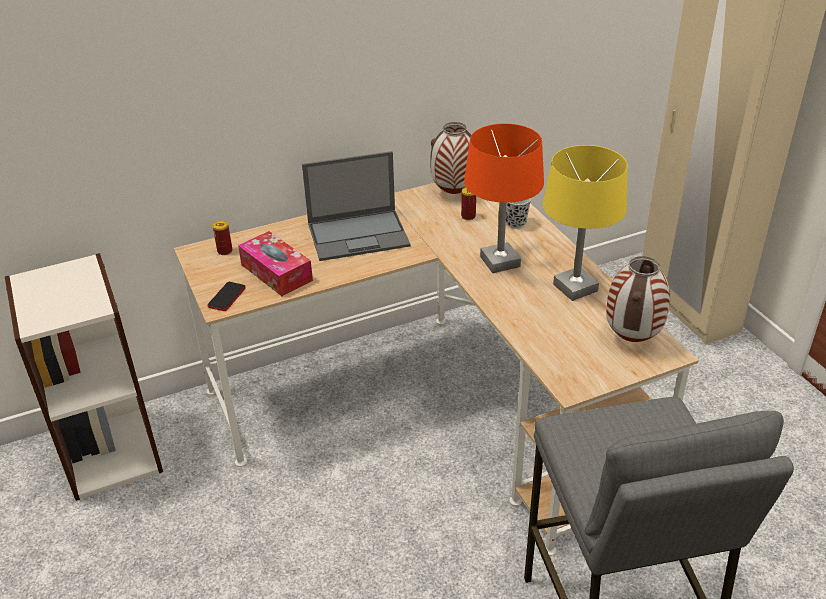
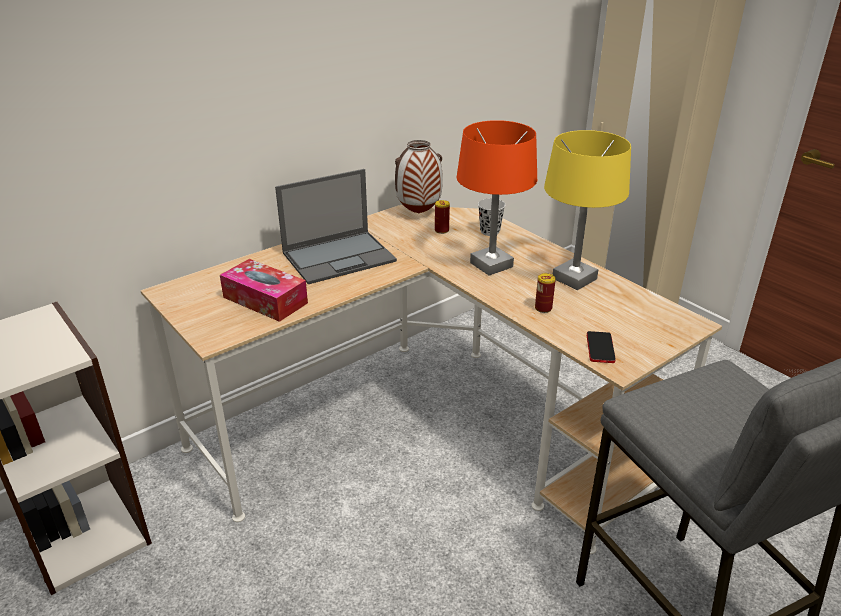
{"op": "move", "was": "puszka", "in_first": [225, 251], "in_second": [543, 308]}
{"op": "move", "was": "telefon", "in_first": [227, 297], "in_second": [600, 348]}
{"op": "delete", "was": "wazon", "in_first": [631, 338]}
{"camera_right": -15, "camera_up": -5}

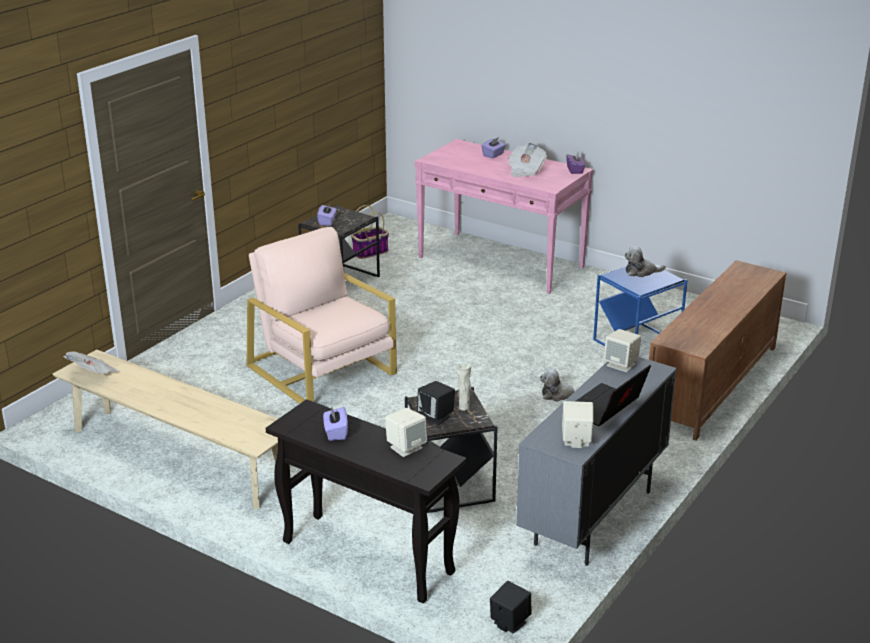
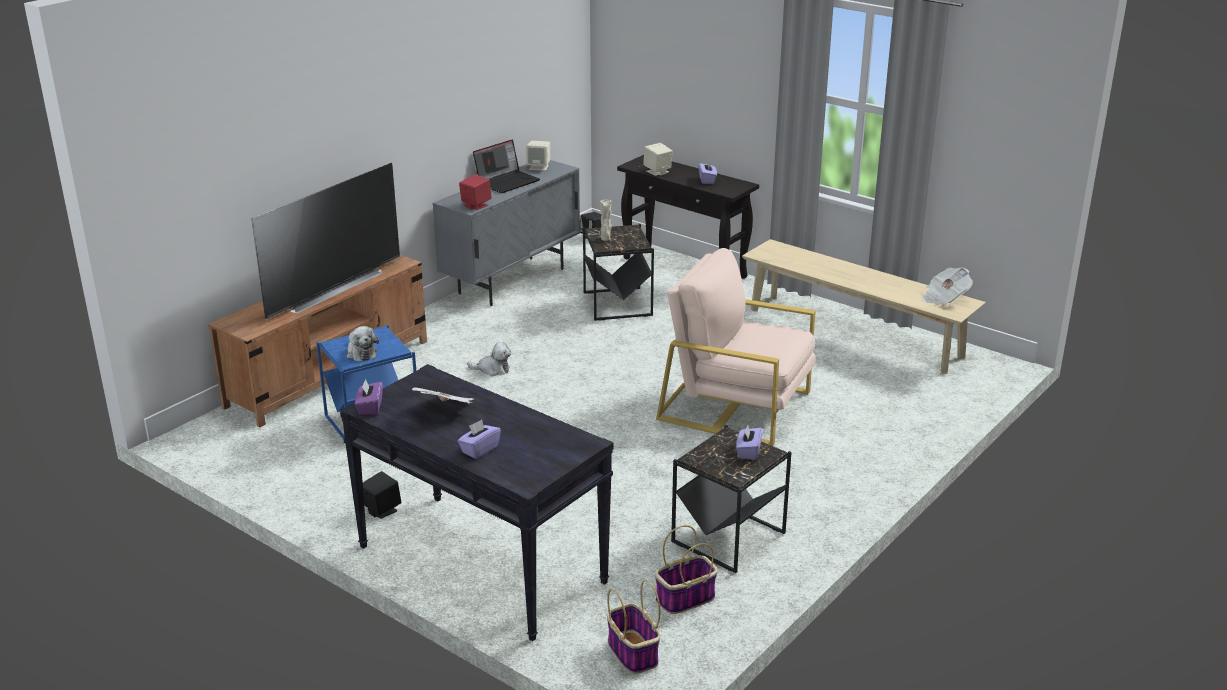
{"op": "insert", "now": "telewizor", "in_second": [331, 288]}
{"op": "recolor", "was": "stolik konsolowy/różowy", "now": "stolik konsolowy/czarny", "in_first": [501, 262], "in_second": [480, 564]}
{"op": "rotate", "was": "pluszak", "in_first": [641, 272], "in_second": [361, 353], "clockwise": 60}
{"op": "move", "was": "głośnik/czarny", "in_first": [436, 417], "in_second": [381, 510]}
{"op": "recolor", "was": "głośnik/beżowy", "now": "głośnik/czerwony", "in_first": [621, 365], "in_second": [475, 205]}
{"op": "insert", "now": "koszyk", "in_second": [632, 652]}
{"op": "rotate", "was": "fotel/beżowy", "in_first": [322, 370], "in_second": [736, 405], "clockwise": 150}
{"camera_right": -175, "camera_up": 0}

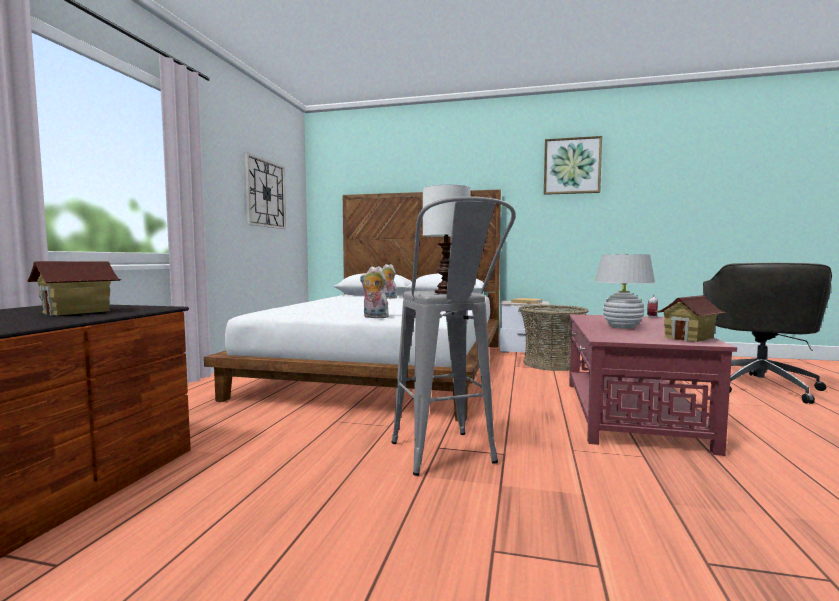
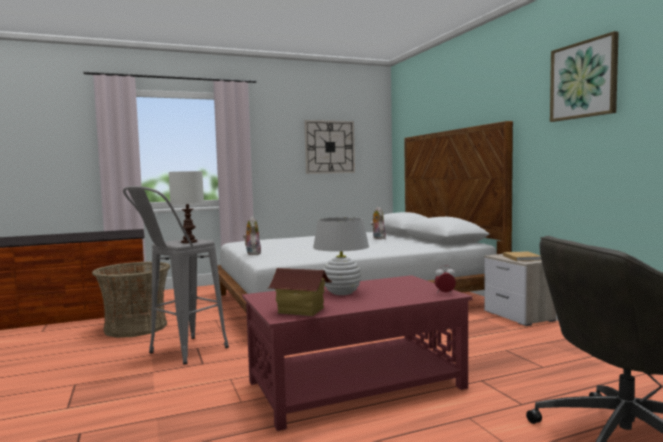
{"op": "move", "was": "koszyk", "in_first": [551, 364], "in_second": [136, 327]}
{"op": "delete", "was": "domek", "in_first": [77, 312]}
{"camera_right": 55, "camera_up": 0}

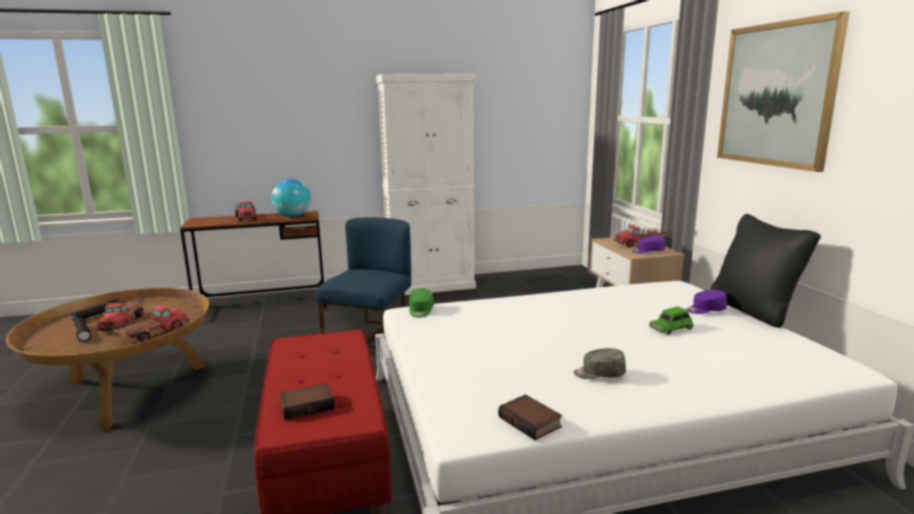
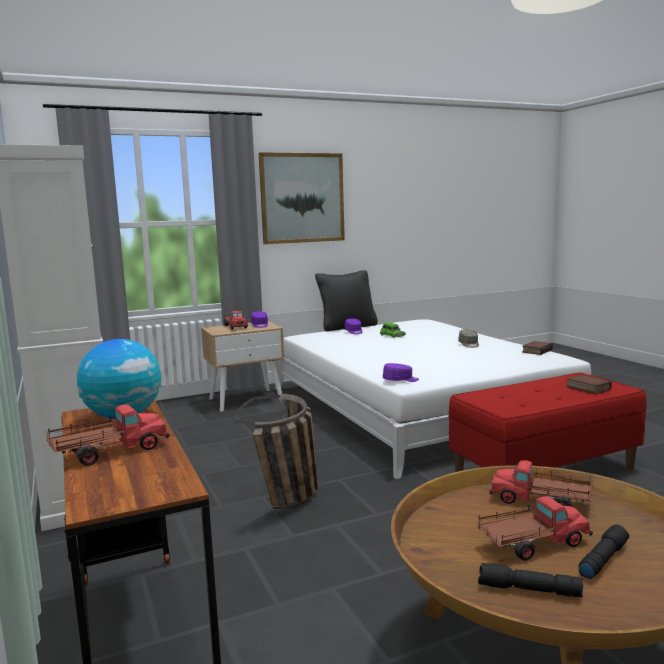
{"op": "replace", "was": "krzesło/niebieski", "now": "koszyk", "in_first": [371, 337], "in_second": [288, 501]}
{"op": "recolor", "was": "czapka z daszkiem/zielony", "now": "czapka z daszkiem/fioletowy", "in_first": [420, 310], "in_second": [400, 380]}
{"camera_right": -100, "camera_up": -5}

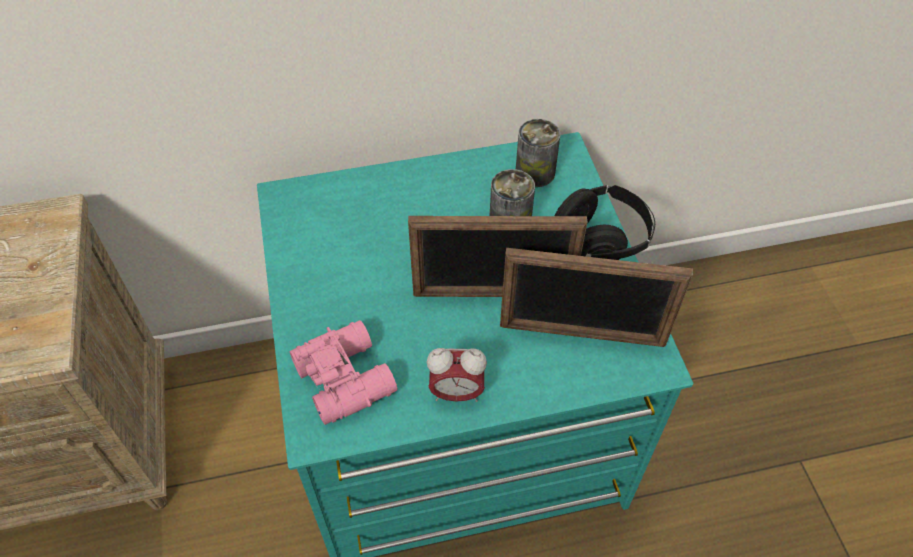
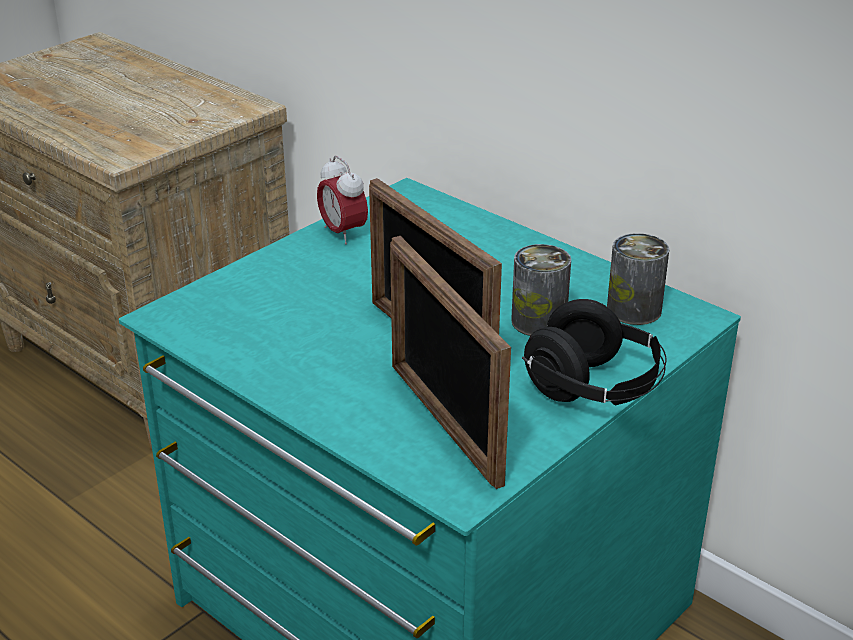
{"op": "move", "was": "budzik", "in_first": [456, 393], "in_second": [343, 233]}
{"op": "delete", "was": "lornetka/różowy", "in_first": [346, 376]}
{"camera_right": 55, "camera_up": -20}

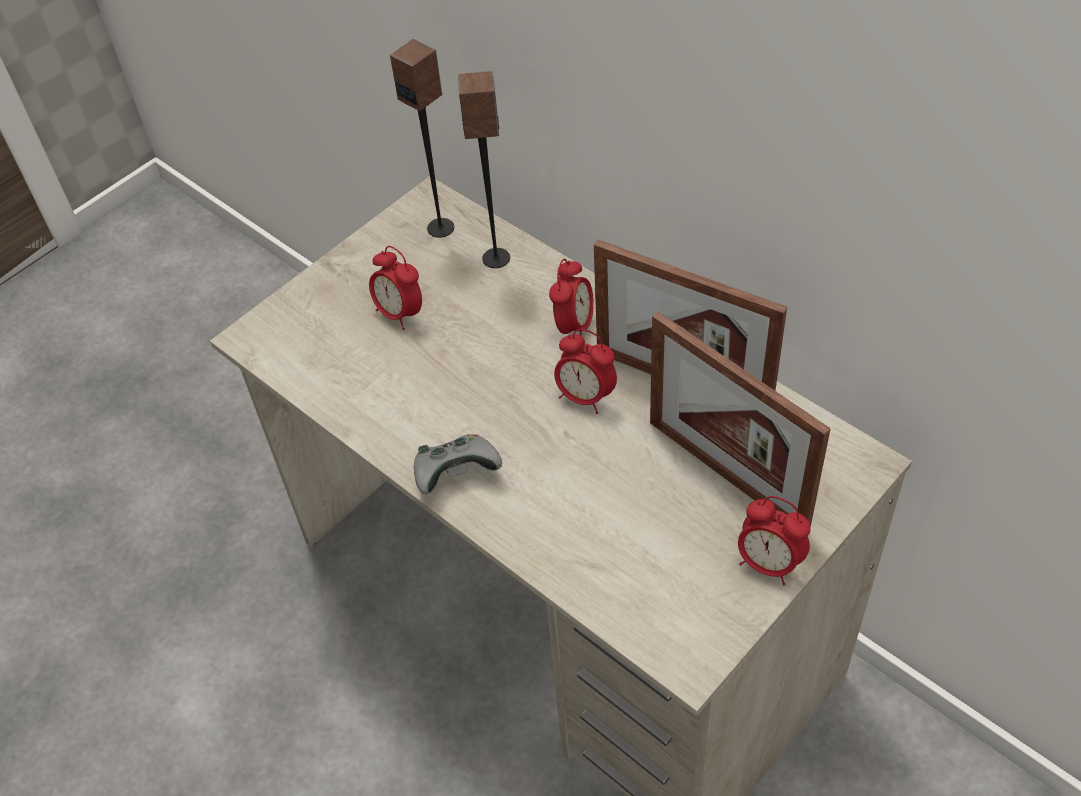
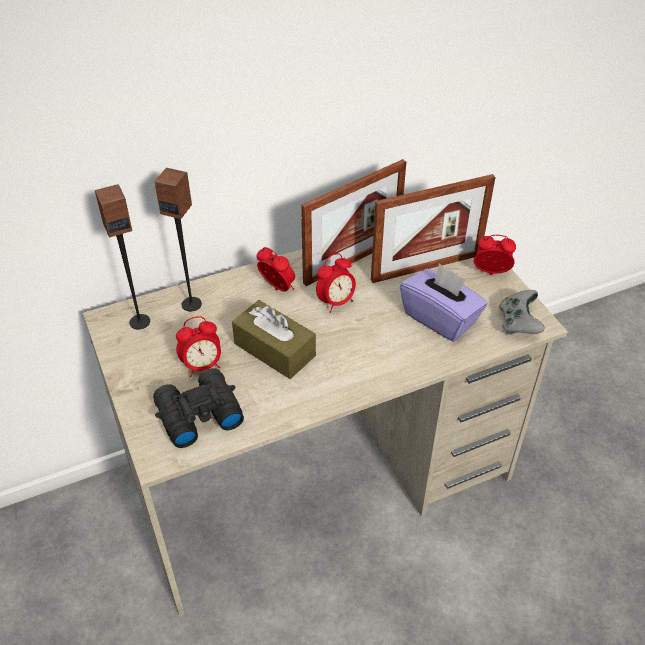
{"op": "insert", "now": "lornetka/czarny", "in_second": [197, 414]}
{"op": "insert", "now": "pudełko chusteczek/brązowy", "in_second": [274, 349]}
{"op": "insert", "now": "pudełko chusteczek/fioletowy", "in_second": [440, 318]}
{"op": "rotate", "was": "budzik", "in_first": [768, 563], "in_second": [491, 273], "clockwise": -135}
{"op": "move", "was": "pad do gier/szary", "in_first": [456, 474], "in_second": [518, 323]}
{"camera_right": -70, "camera_up": -5}

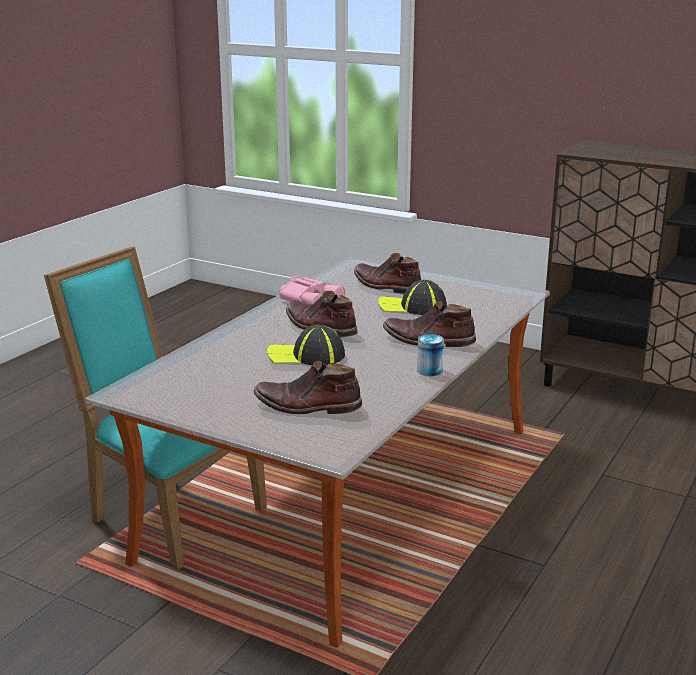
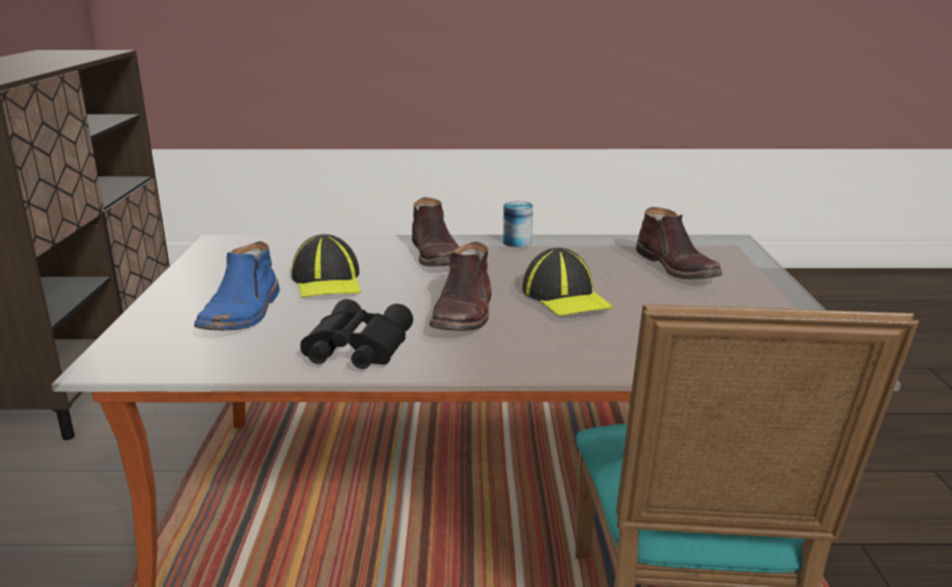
{"op": "recolor", "was": "but z cholewką/brązowy", "now": "but z cholewką/niebieski", "in_first": [386, 286], "in_second": [242, 313]}
{"op": "recolor", "was": "lornetka/różowy", "now": "lornetka/czarny", "in_first": [310, 299], "in_second": [355, 348]}
{"camera_right": -120, "camera_up": 0}

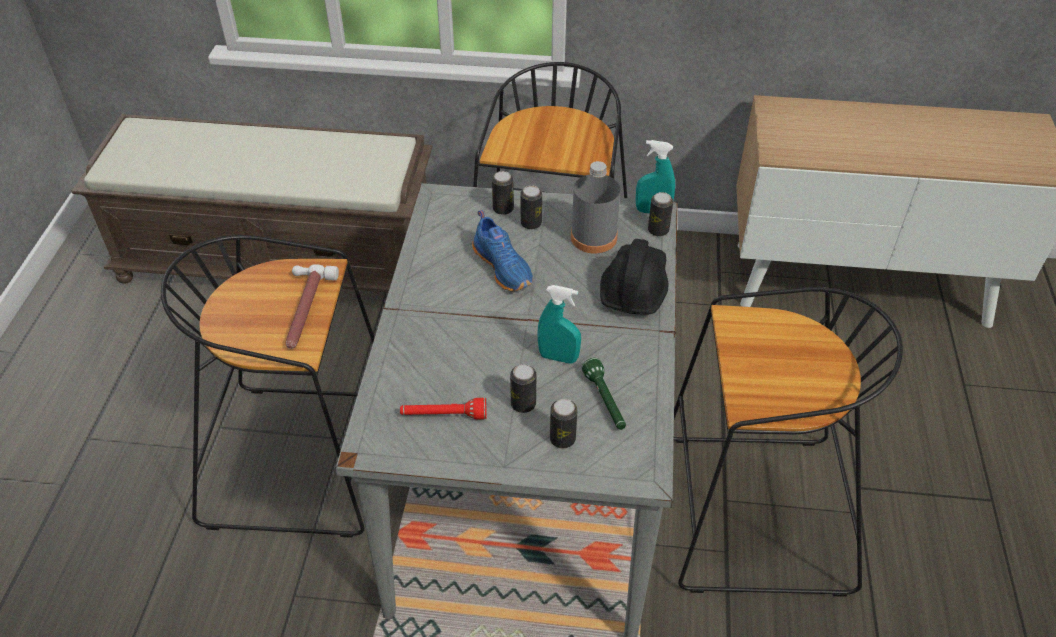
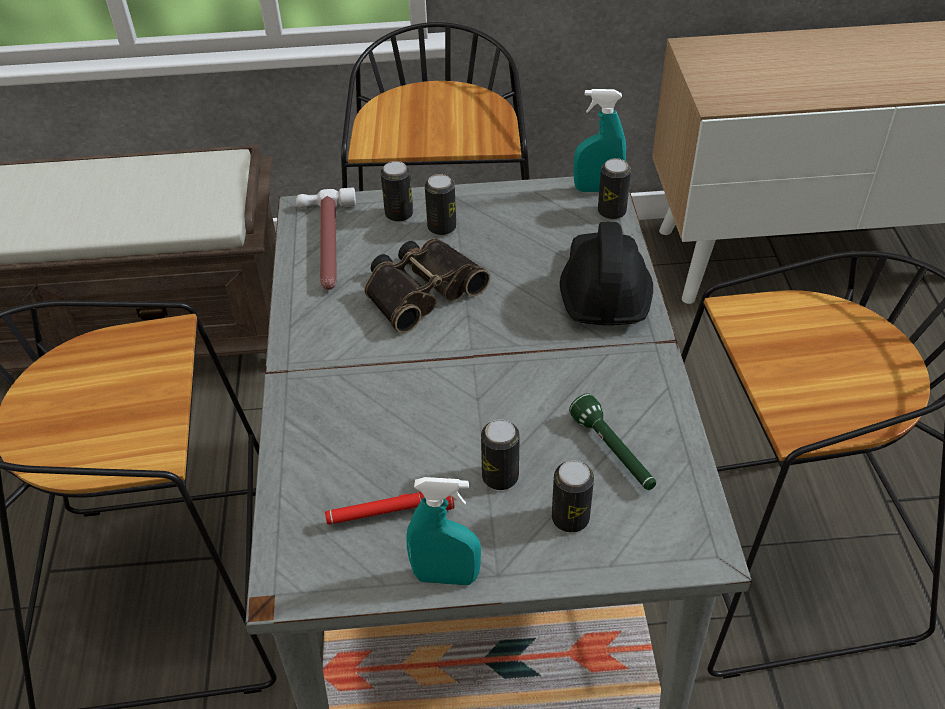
{"op": "move", "was": "młotek", "in_first": [303, 310], "in_second": [326, 245]}
{"op": "replace", "was": "but/niebieski", "now": "lornetka", "in_first": [504, 267], "in_second": [421, 290]}
{"op": "move", "was": "spryskiwacz/turkusowy", "in_first": [558, 357], "in_second": [446, 576]}
{"op": "delete", "was": "butelka/szary", "in_first": [593, 237]}
{"camera_right": -10, "camera_up": 0}

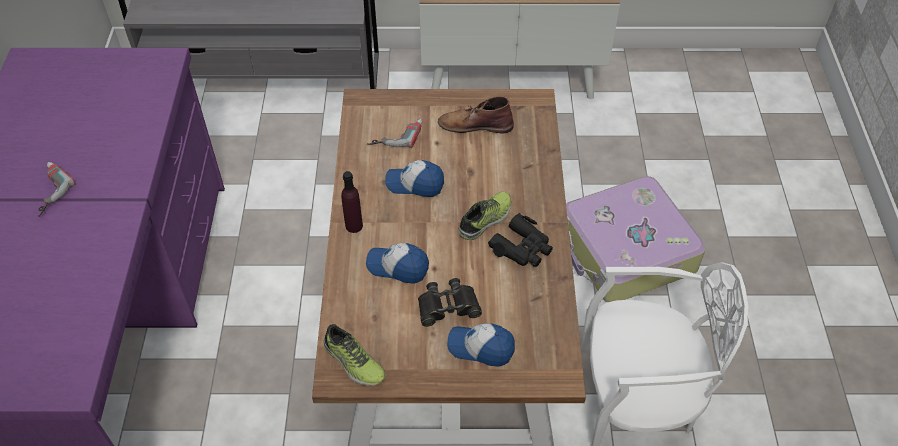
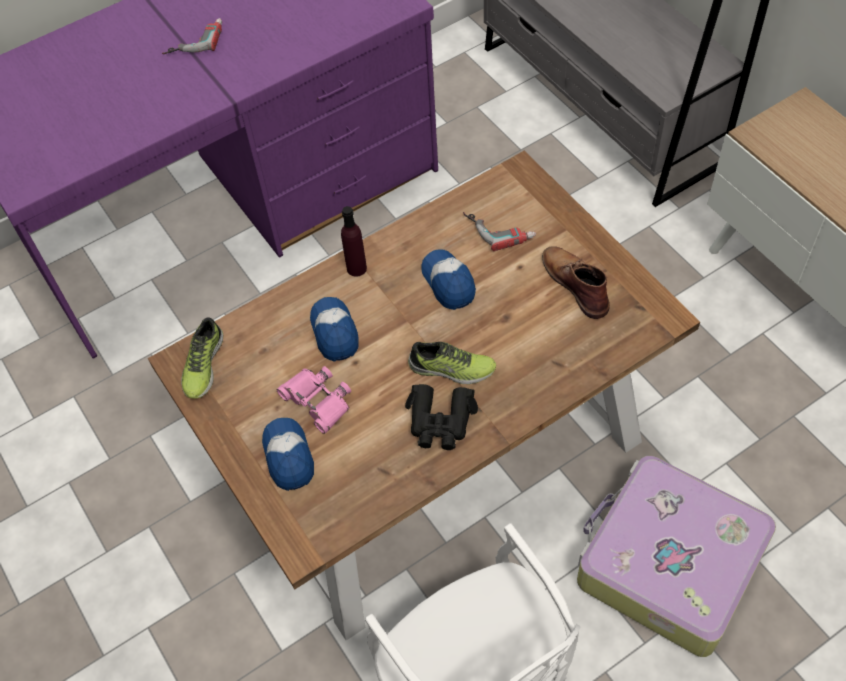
{"op": "recolor", "was": "lornetka/czarny", "now": "lornetka/różowy", "in_first": [448, 306], "in_second": [317, 401]}
{"camera_right": 60, "camera_up": 5}

